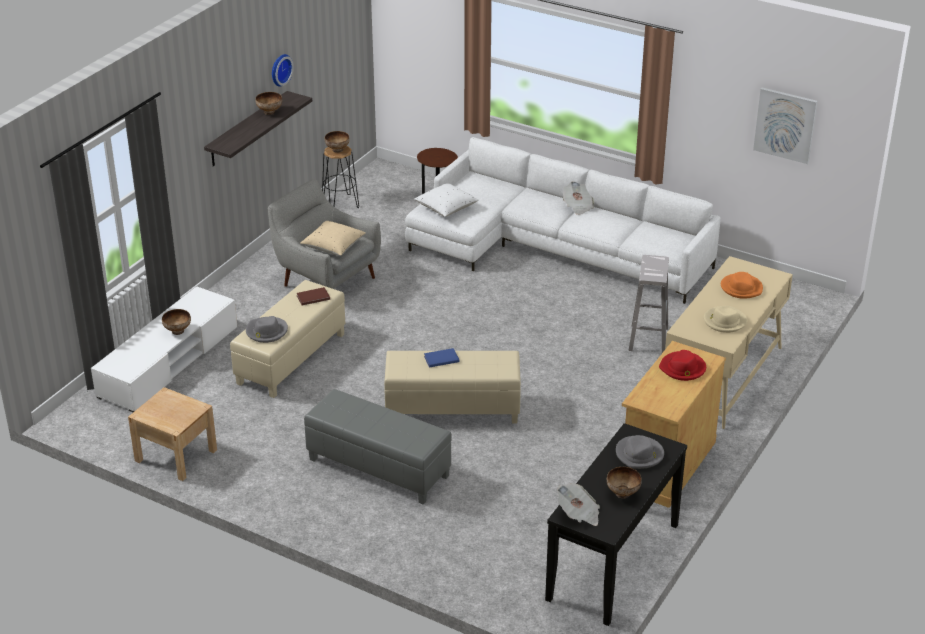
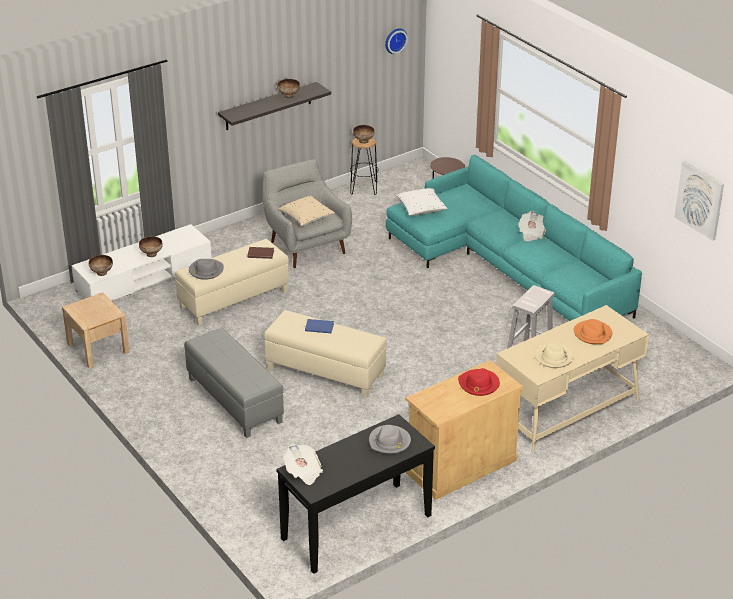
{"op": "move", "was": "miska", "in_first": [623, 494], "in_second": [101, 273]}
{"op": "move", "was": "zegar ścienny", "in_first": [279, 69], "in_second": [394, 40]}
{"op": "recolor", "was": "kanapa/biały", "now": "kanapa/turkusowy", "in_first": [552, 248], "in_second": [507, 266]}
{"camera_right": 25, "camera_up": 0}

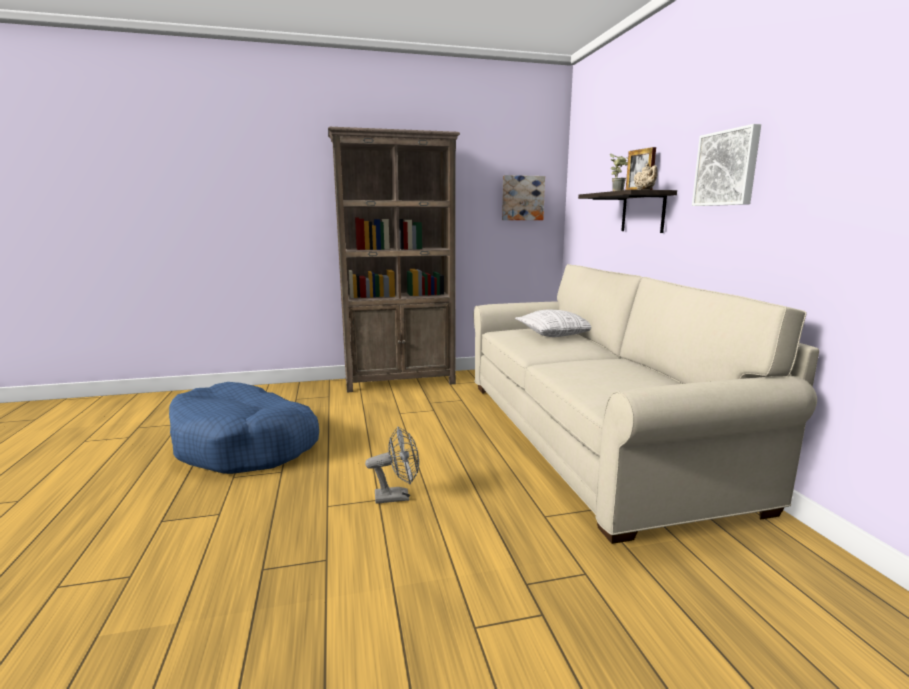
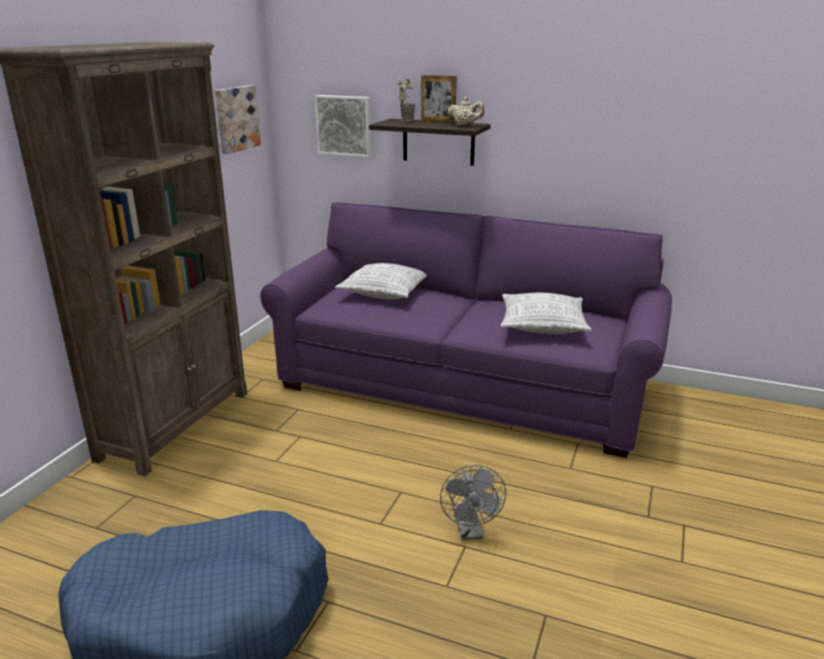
{"op": "recolor", "was": "kanapa/beżowy", "now": "kanapa/fioletowy", "in_first": [589, 436], "in_second": [465, 385]}
{"op": "move", "was": "obraz", "in_first": [727, 168], "in_second": [344, 125]}
{"op": "rotate", "was": "wentylator/szary", "in_first": [398, 496], "in_second": [470, 532], "clockwise": 150}
{"op": "insert", "now": "poduszka", "in_second": [542, 326]}
{"camera_right": -55, "camera_up": 10}

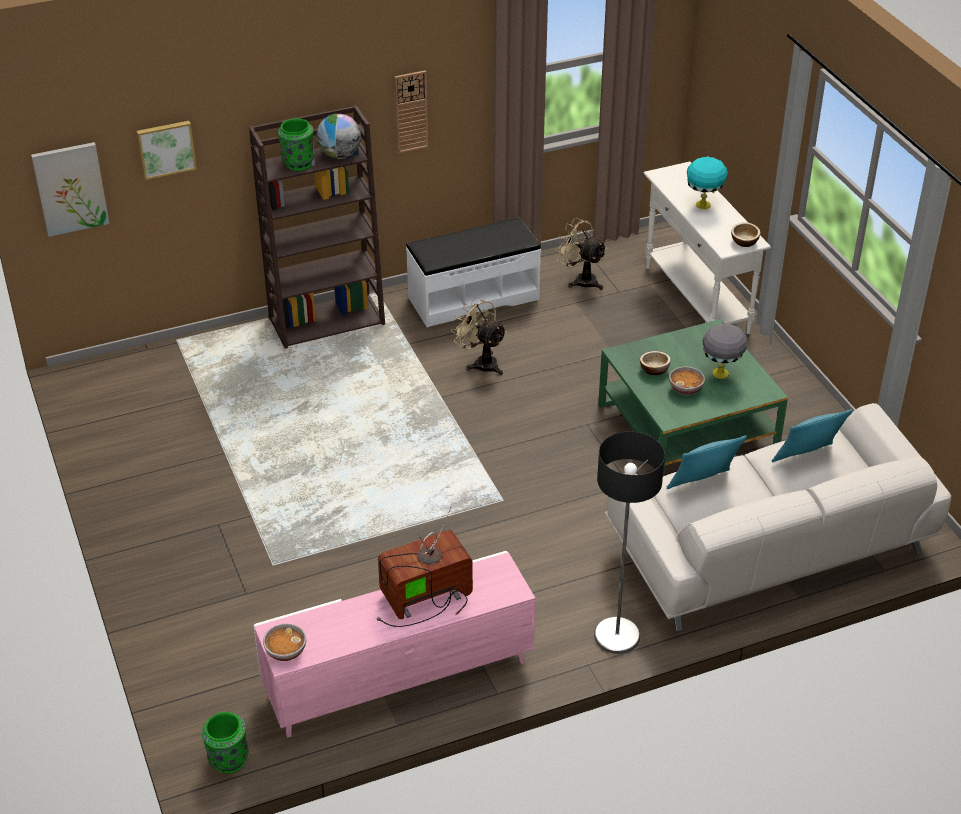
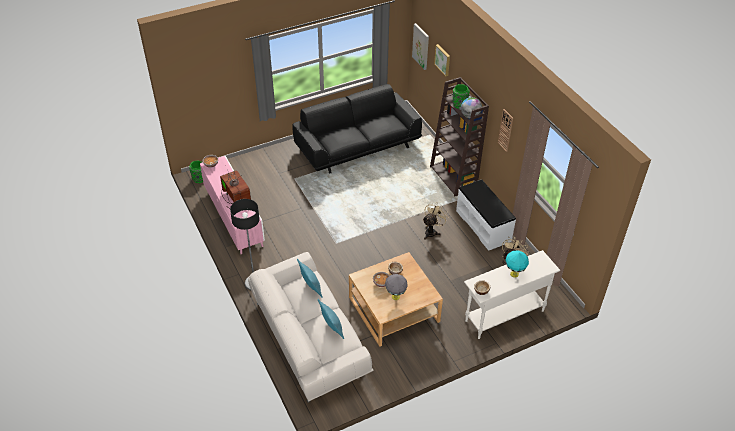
{"op": "insert", "now": "kanapa/czarny", "in_second": [357, 146]}
{"op": "recolor", "was": "ława/zielony", "now": "ława/beżowy", "in_first": [687, 428], "in_second": [393, 309]}
{"camera_right": 85, "camera_up": 5}

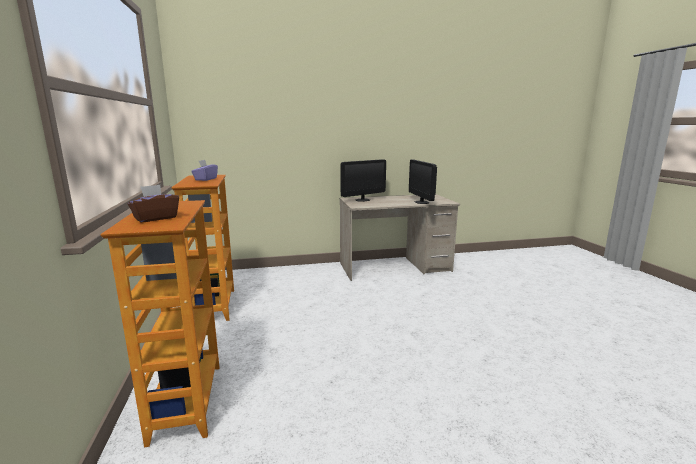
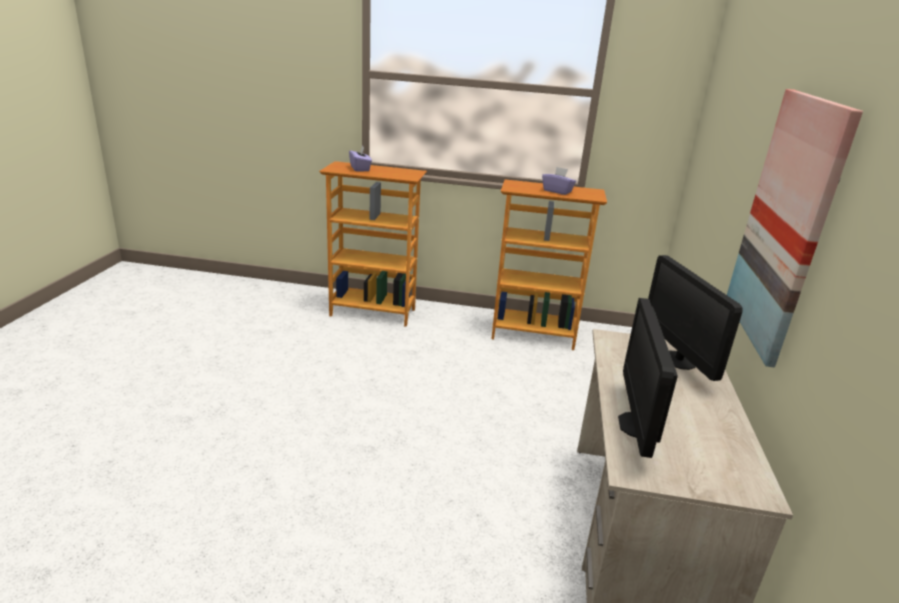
{"op": "recolor", "was": "pudełko chusteczek/brązowy", "now": "pudełko chusteczek/fioletowy", "in_first": [155, 218], "in_second": [360, 169]}
{"op": "rotate", "was": "monitor", "in_first": [421, 202], "in_second": [636, 425], "clockwise": -90}
{"op": "insert", "now": "obraz", "in_second": [786, 224]}
{"camera_right": 110, "camera_up": 10}

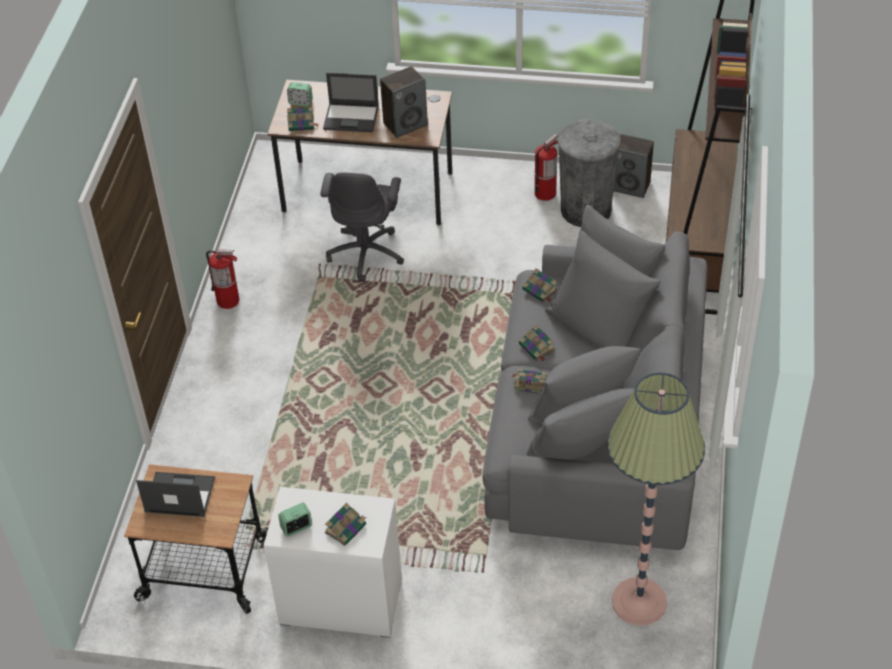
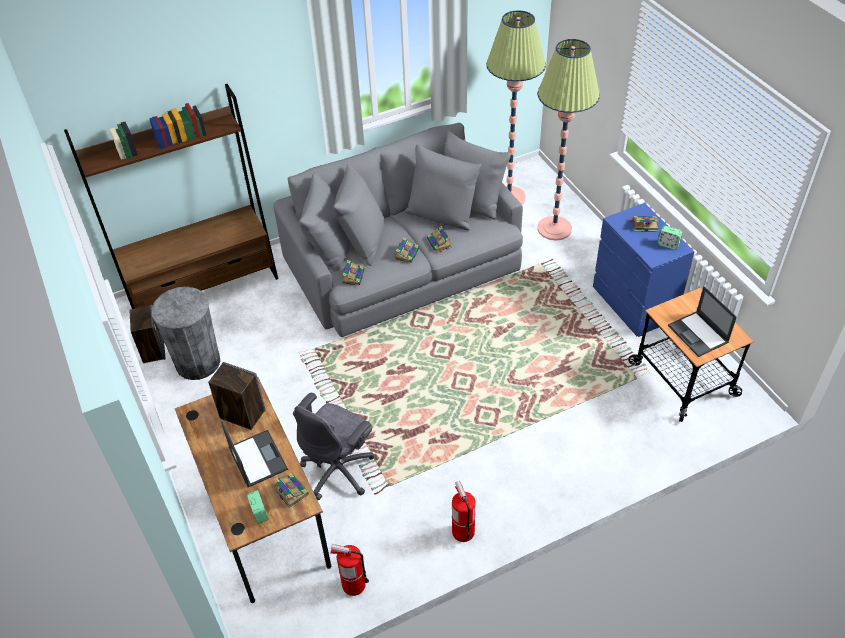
{"op": "rotate", "was": "krzesło biurowe/szary", "in_first": [366, 253], "in_second": [339, 470], "clockwise": 150}
{"op": "move", "was": "gaśnica", "in_first": [545, 193], "in_second": [353, 585]}
{"op": "insert", "now": "lampa stojąca", "in_second": [554, 228]}
{"op": "recolor", "was": "komoda/biały", "now": "komoda/niebieski", "in_first": [340, 602], "in_second": [634, 305]}
{"camera_right": -125, "camera_up": 0}

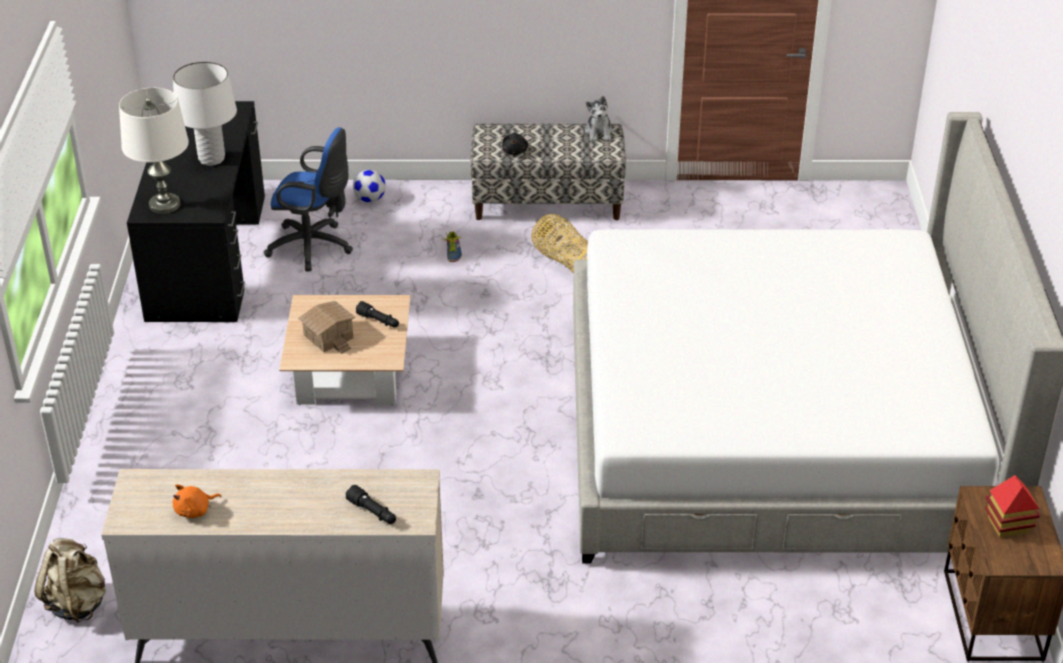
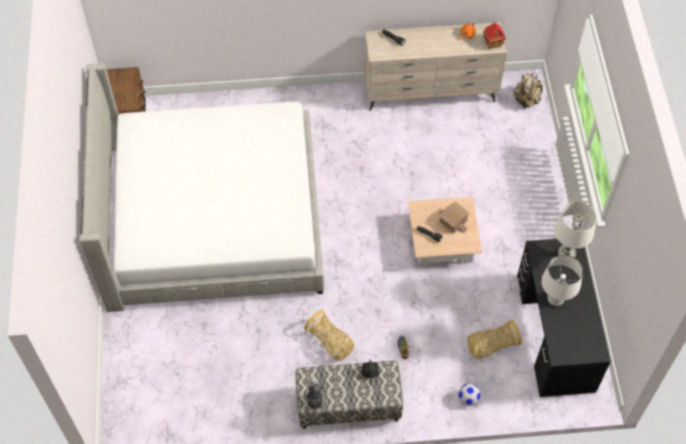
{"op": "replace", "was": "krzesło biurowe/niebieski", "now": "koszyk", "in_first": [314, 247], "in_second": [491, 346]}
{"op": "move", "was": "domek", "in_first": [1007, 526], "in_second": [493, 43]}
{"camera_right": 175, "camera_up": 20}

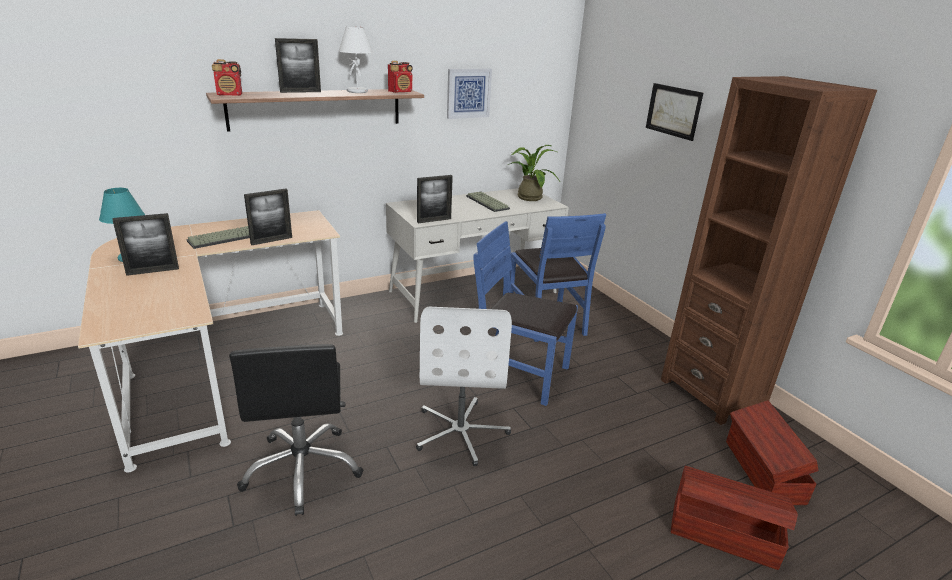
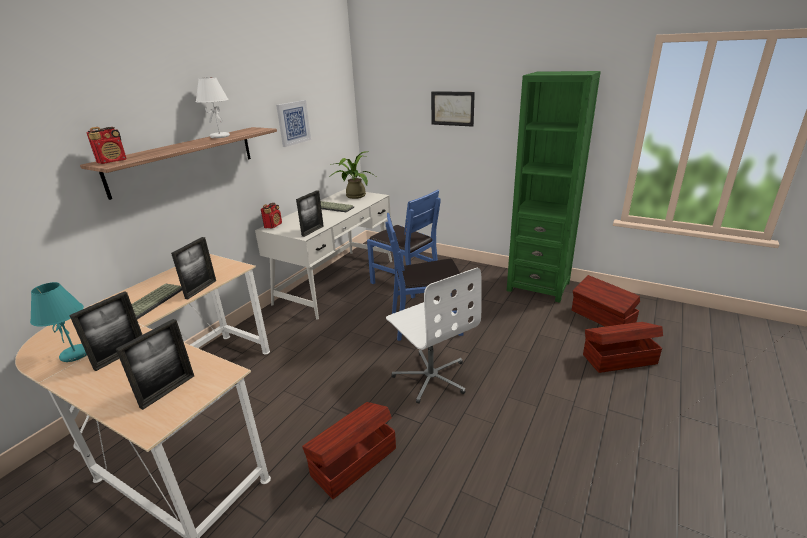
{"op": "move", "was": "ramka na zdjęcie", "in_first": [300, 92], "in_second": [168, 391]}
{"op": "move", "was": "radio", "in_first": [400, 92], "in_second": [273, 225]}
{"op": "replace", "was": "krzesło biurowe/czarny", "now": "pojemnik do przechowywania/brązowy", "in_first": [303, 469], "in_second": [352, 461]}
{"op": "recolor", "was": "regał/brązowy", "now": "regał/zielony", "in_first": [712, 393], "in_second": [538, 286]}
{"camera_right": -30, "camera_up": 0}

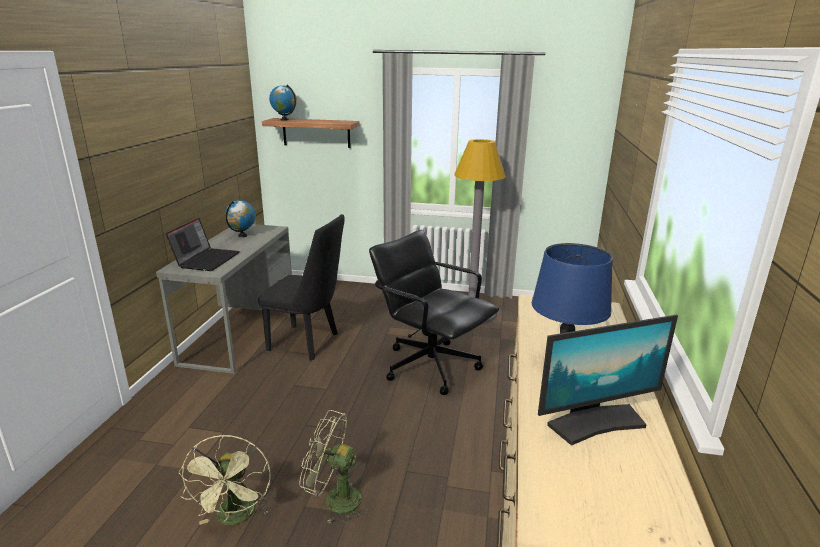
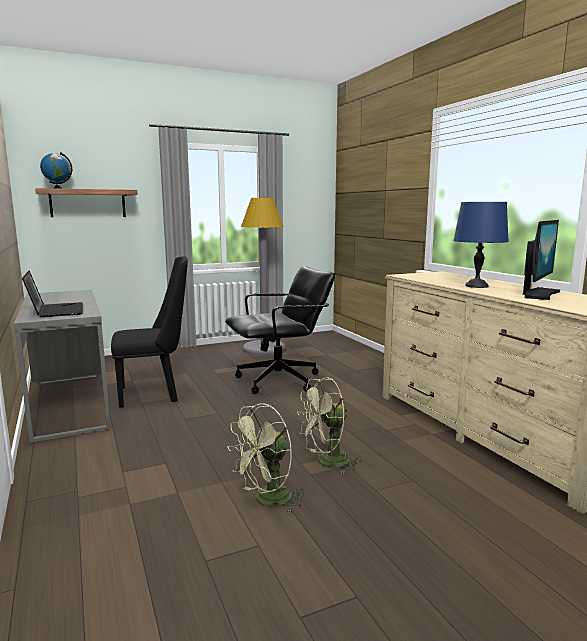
{"op": "rotate", "was": "krzesło biurowe/czarny", "in_first": [430, 365], "in_second": [280, 380], "clockwise": 150}
{"op": "rotate", "was": "wentylator/zielony", "in_first": [235, 518], "in_second": [267, 501], "clockwise": 90}
{"op": "delete", "was": "globus", "in_first": [242, 235]}
{"camera_right": -35, "camera_up": -10}

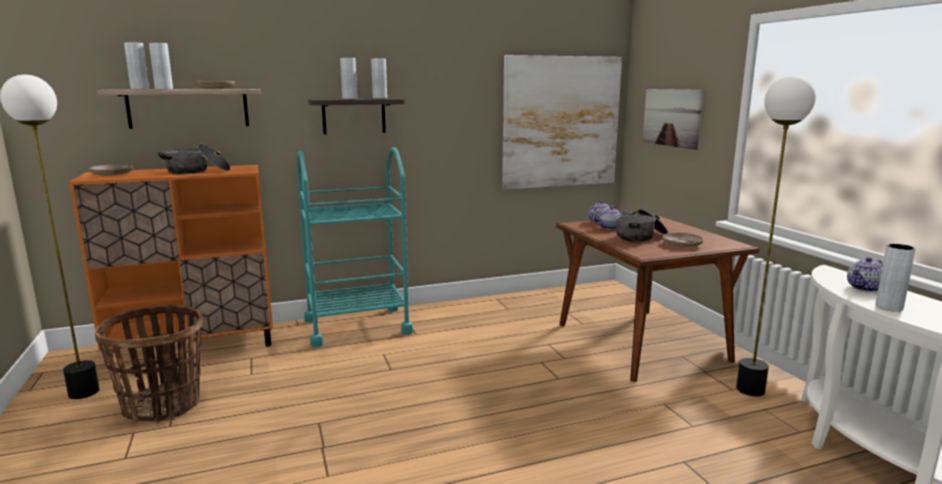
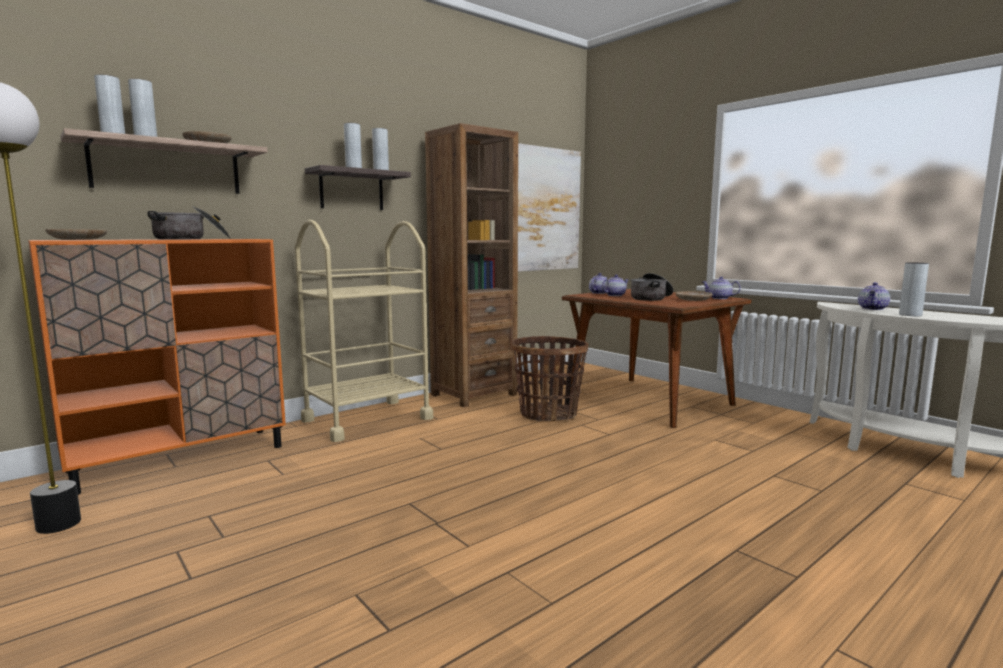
{"op": "recolor", "was": "wózek/turkusowy", "now": "wózek/beżowy", "in_first": [357, 326], "in_second": [367, 419]}
{"op": "insert", "now": "regał/brązowy", "in_second": [473, 394]}
{"op": "move", "was": "koszyk", "in_first": [162, 405], "in_second": [548, 414]}
{"op": "insert", "now": "imbryk", "in_second": [719, 298]}
{"op": "delete", "was": "obraz", "in_first": [671, 117]}
{"op": "delete", "was": "lampa stojąca", "in_first": [750, 389]}
{"camera_right": -20, "camera_up": -5}

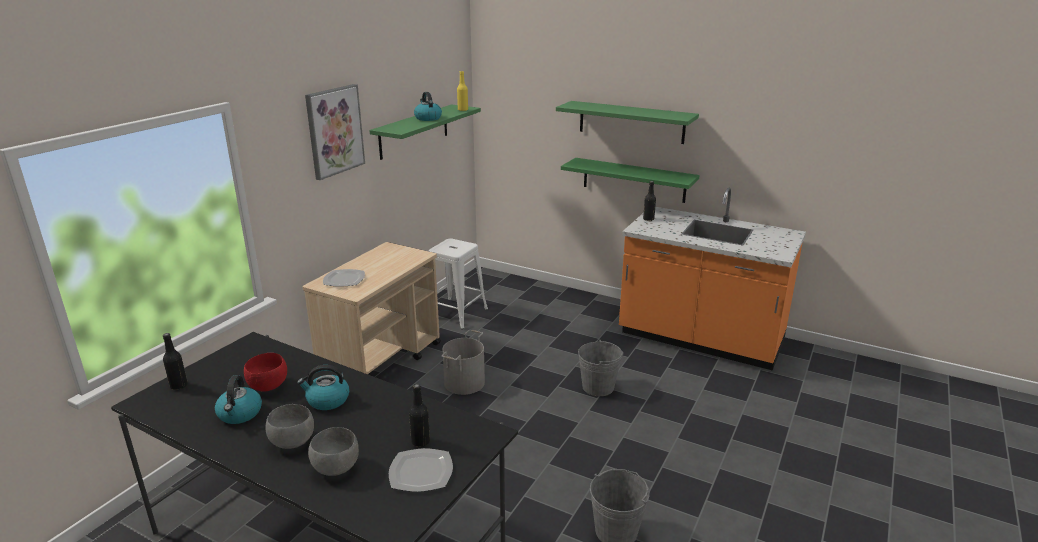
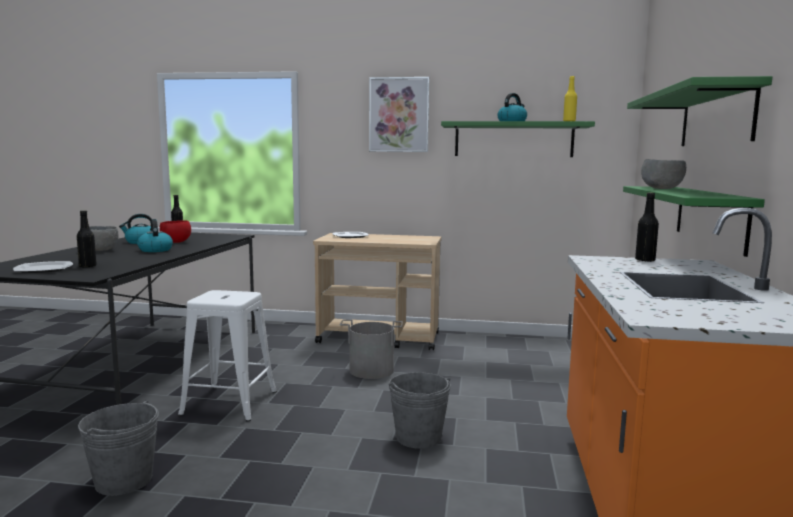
{"op": "move", "was": "stołek/biały", "in_first": [455, 313], "in_second": [229, 403]}
{"op": "move", "was": "miska/szary", "in_first": [336, 467], "in_second": [662, 189]}
{"camera_right": 70, "camera_up": -15}

